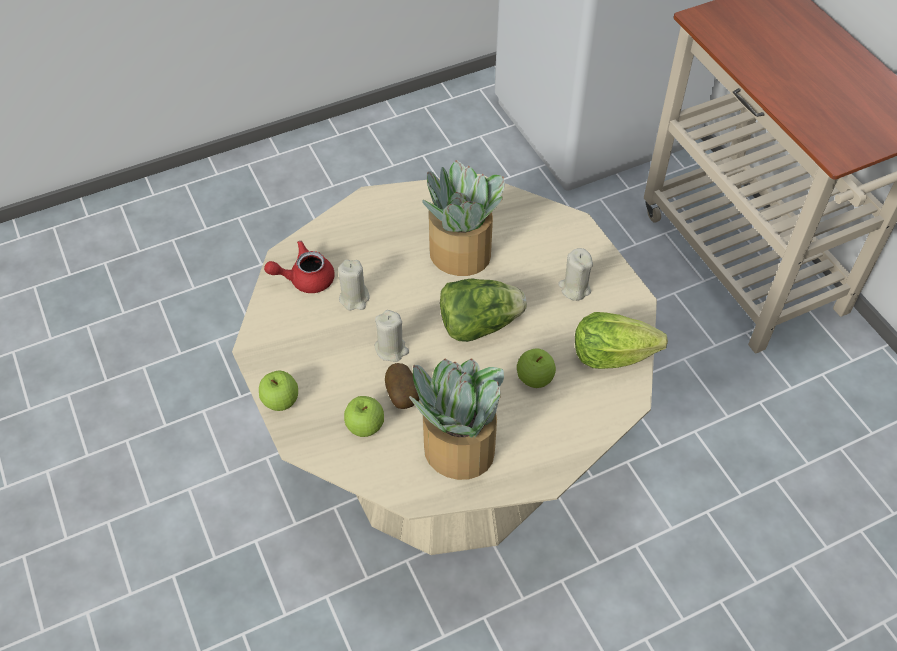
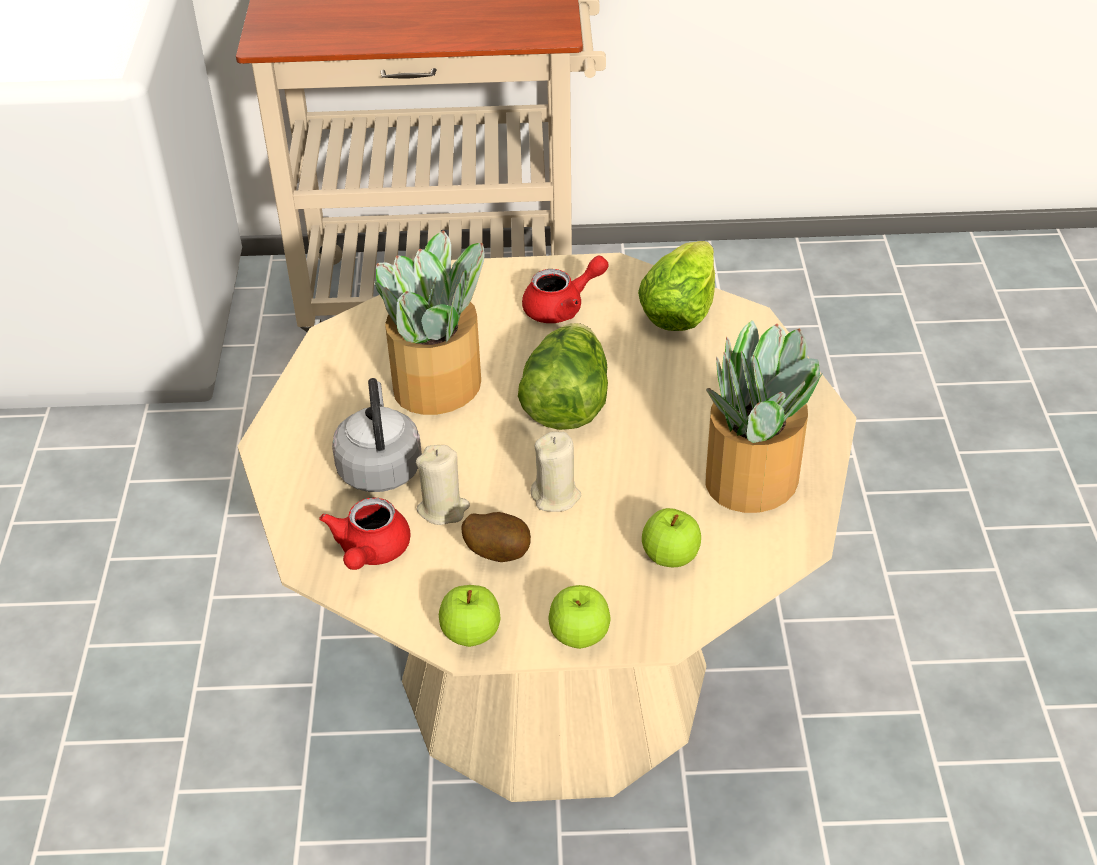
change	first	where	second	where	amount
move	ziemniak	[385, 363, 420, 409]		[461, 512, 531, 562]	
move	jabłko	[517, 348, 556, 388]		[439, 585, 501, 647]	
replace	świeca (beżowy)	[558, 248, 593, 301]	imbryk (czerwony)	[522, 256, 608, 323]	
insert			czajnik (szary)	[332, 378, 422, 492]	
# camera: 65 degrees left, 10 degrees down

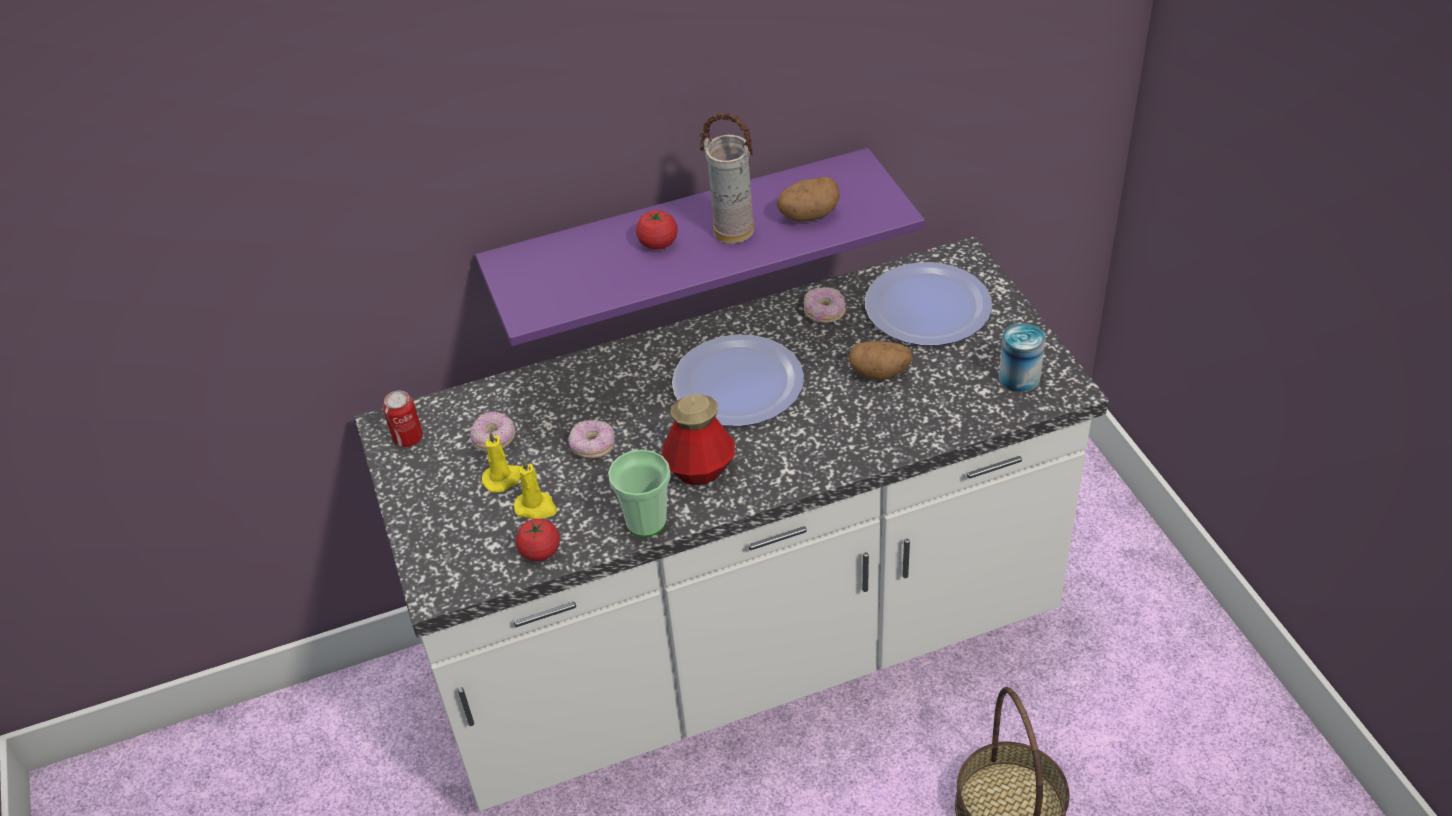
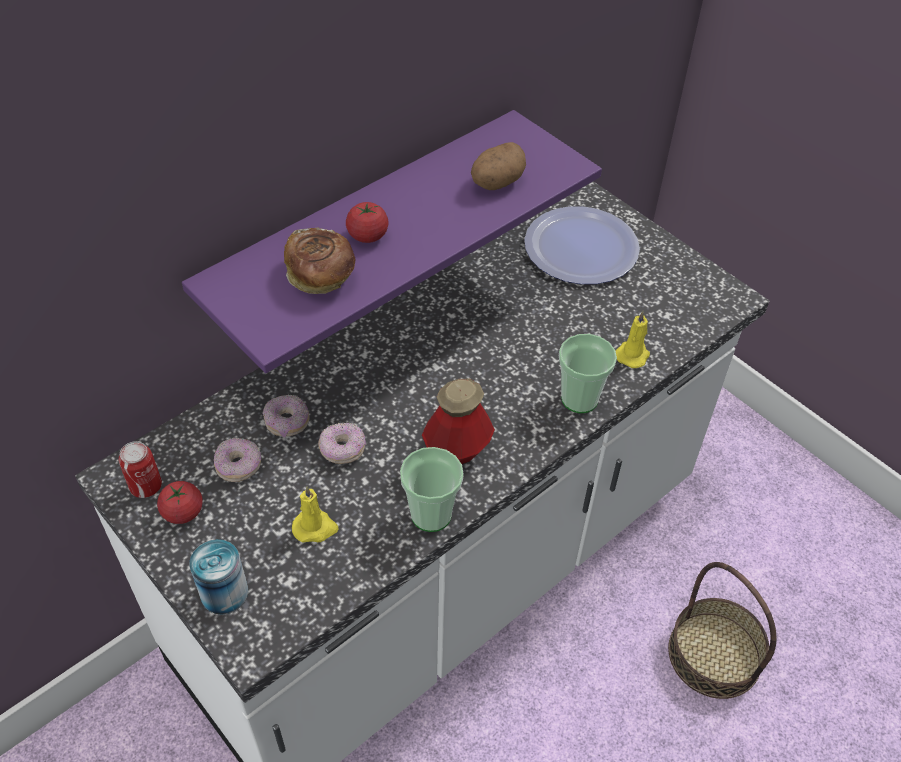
change	first	where	second	where	amount
move	świeca (żółty)	[482, 430, 521, 493]		[616, 311, 650, 368]	
move	pomidor	[515, 519, 560, 561]		[157, 481, 203, 524]	
delete	talerz	[672, 334, 804, 426]			
delete	wazon	[700, 113, 754, 244]			
move	donut	[804, 287, 846, 323]		[263, 395, 309, 437]	
delete	ziemniak	[849, 341, 913, 380]			
move	puszka	[999, 323, 1046, 392]		[189, 539, 248, 614]	
insert			chleb	[284, 228, 355, 294]	
insert			filiżanka	[559, 334, 617, 413]	
# camera: 25 degrees left, 5 degrees up

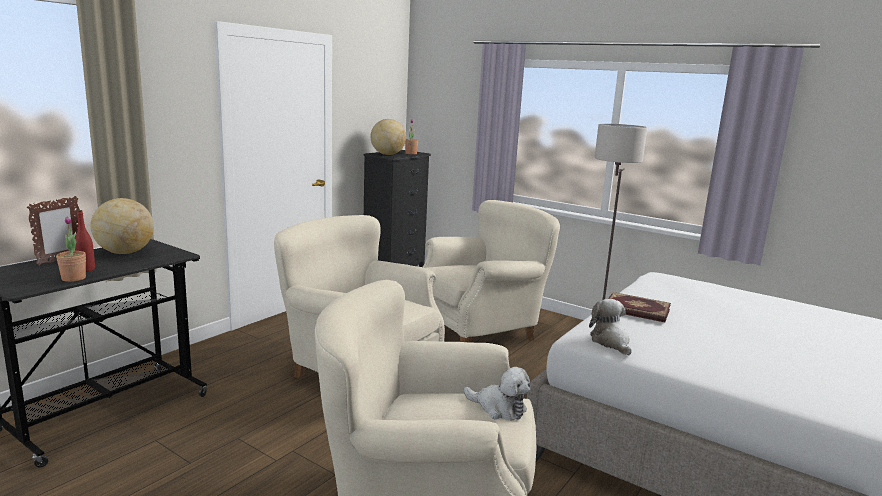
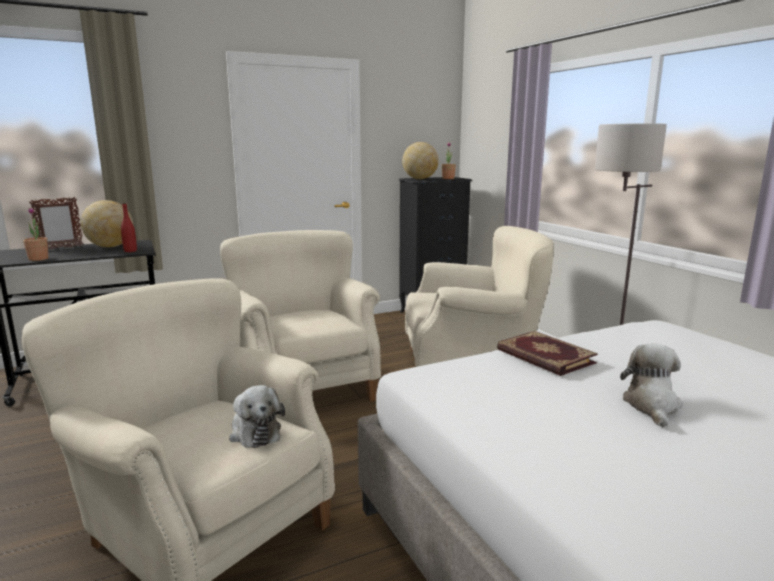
change	first	where	second	where	amount
move	butelka (czerwony)	[75, 210, 95, 272]		[121, 203, 137, 252]	
move	pluszak	[589, 299, 632, 356]		[620, 344, 683, 427]	
# camera: 30 degrees right, 0 degrees up

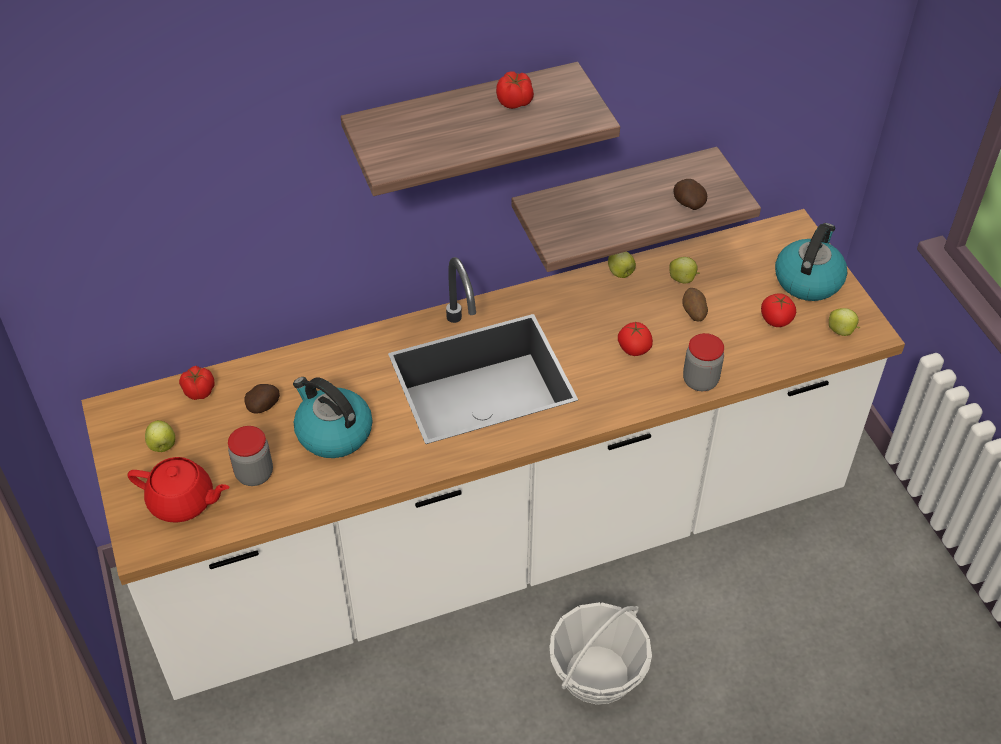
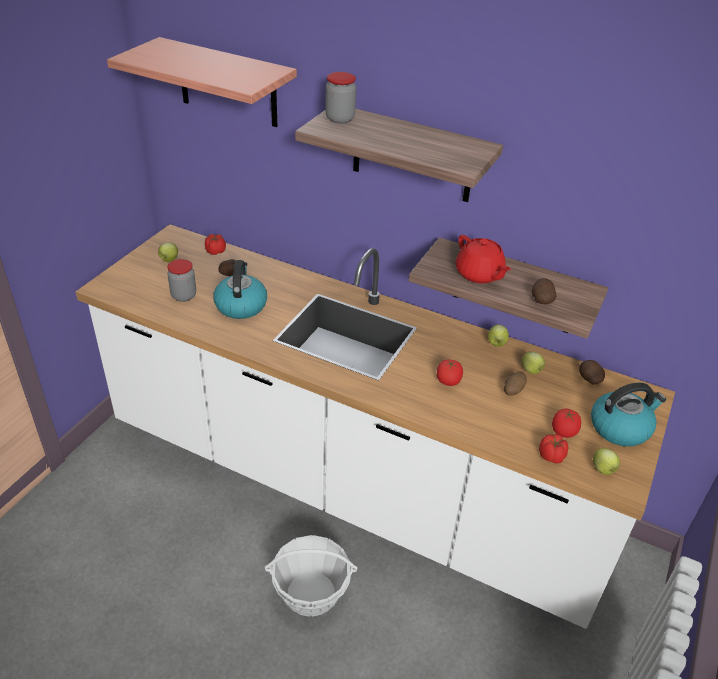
change	first	where	second	where	amount
move	imbryk (czerwony)	[128, 457, 229, 523]		[456, 235, 512, 284]	
move	pomidor	[496, 71, 534, 109]		[539, 434, 568, 463]	
move	słoik	[683, 333, 724, 391]		[325, 72, 356, 124]	
insert			półka	[107, 37, 297, 127]	
insert			ziemniak	[579, 360, 605, 385]	
# camera: 45 degrees right, 10 degrees down

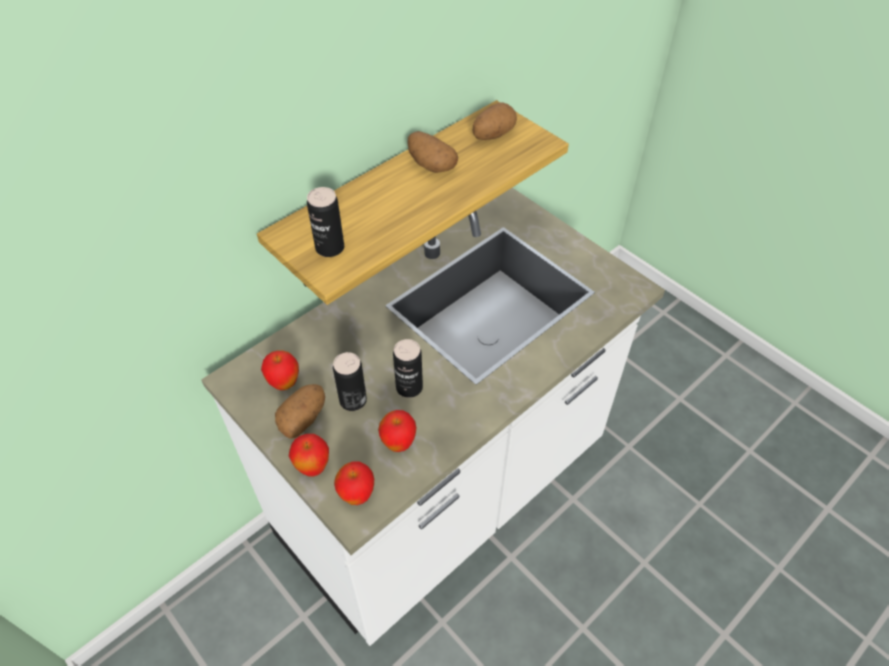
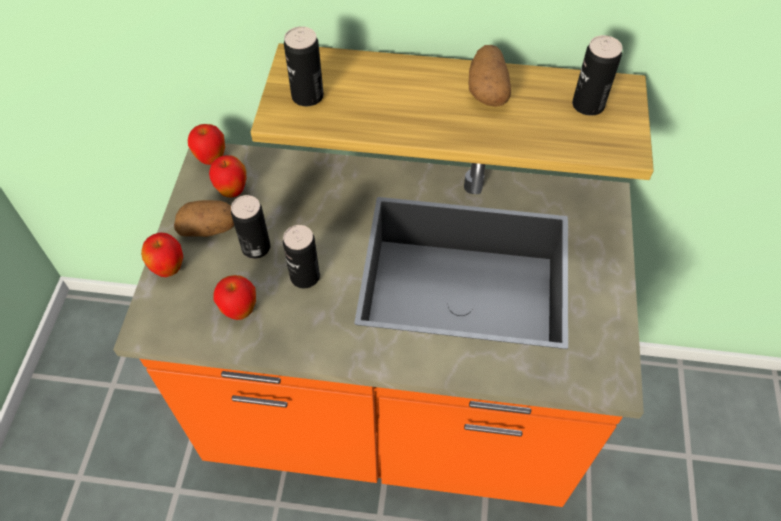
change	first	where	second	where	amount
recolor	zabudowa kuchenna (biały)	[201, 188, 665, 646]	zabudowa kuchenna (pomarańczowy)	[113, 143, 644, 507]	
move	jabłko	[334, 462, 374, 505]		[188, 124, 225, 165]	
replace	ziemniak	[473, 102, 517, 140]	puszka	[572, 35, 622, 116]	
# camera: 50 degrees right, 5 degrees up

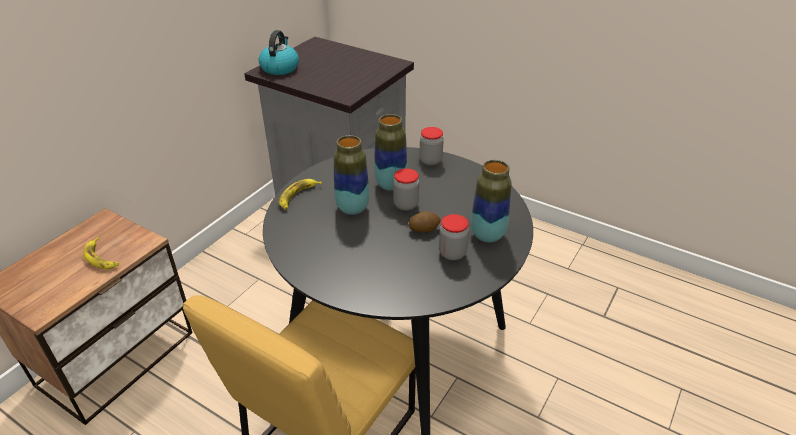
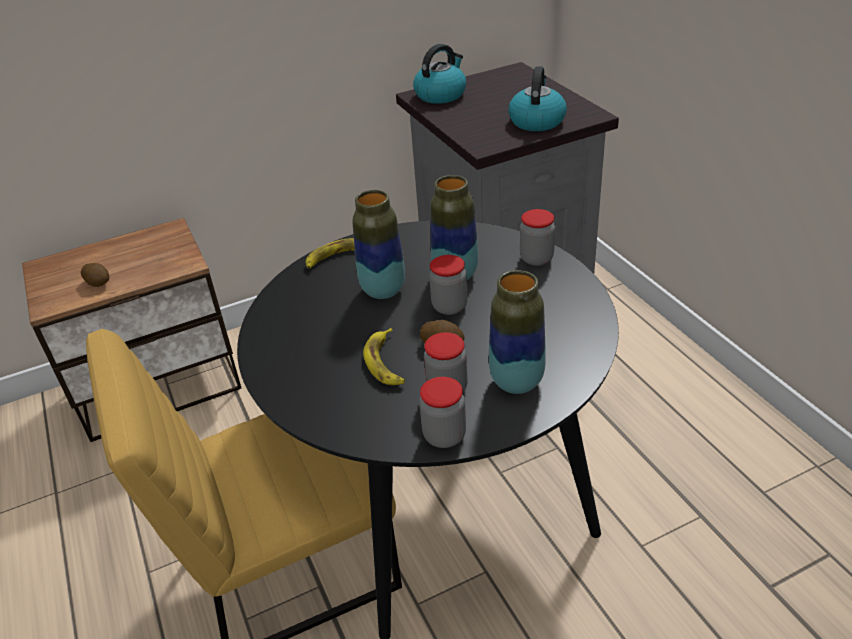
change	first	where	second	where	amount
move	banan	[83, 237, 119, 269]		[363, 328, 405, 385]	
insert			ziemniak	[81, 263, 109, 287]	
insert			słoik	[419, 377, 466, 448]	
insert			czajnik	[508, 66, 567, 131]	
# camera: 35 degrees right, 0 degrees up

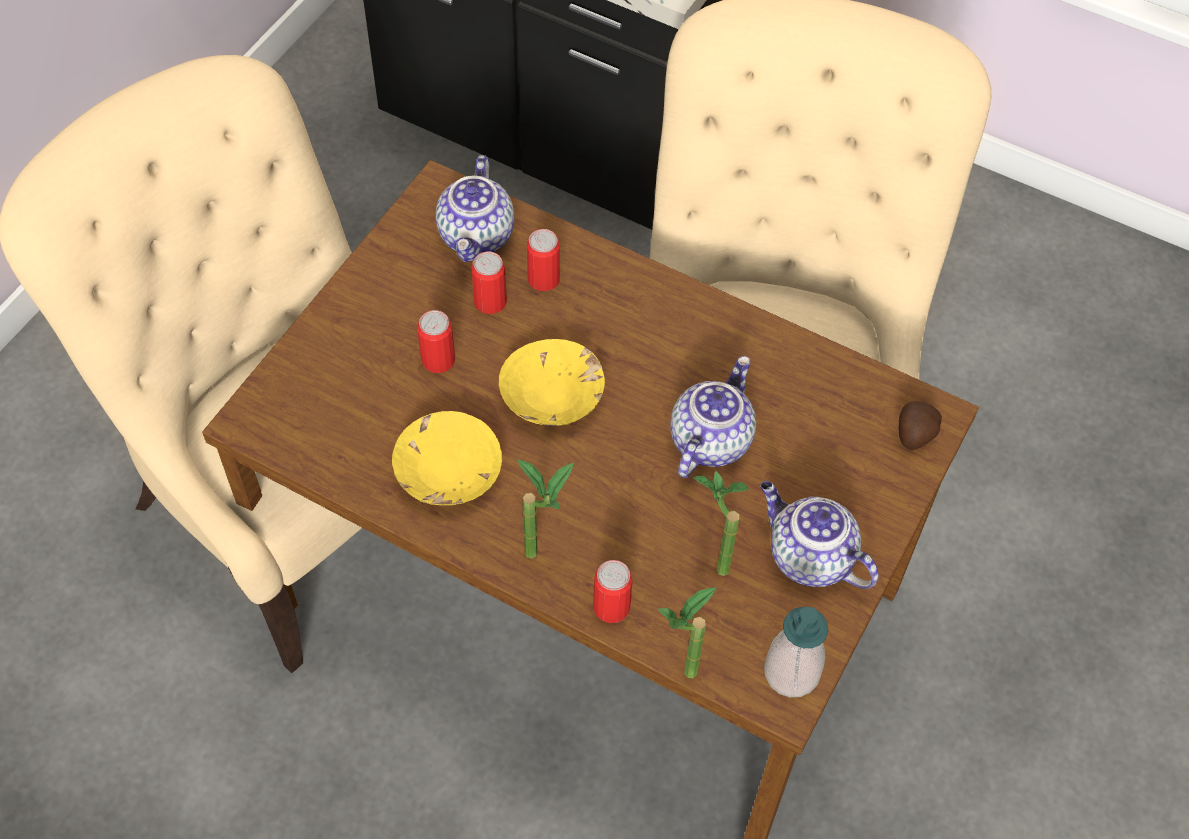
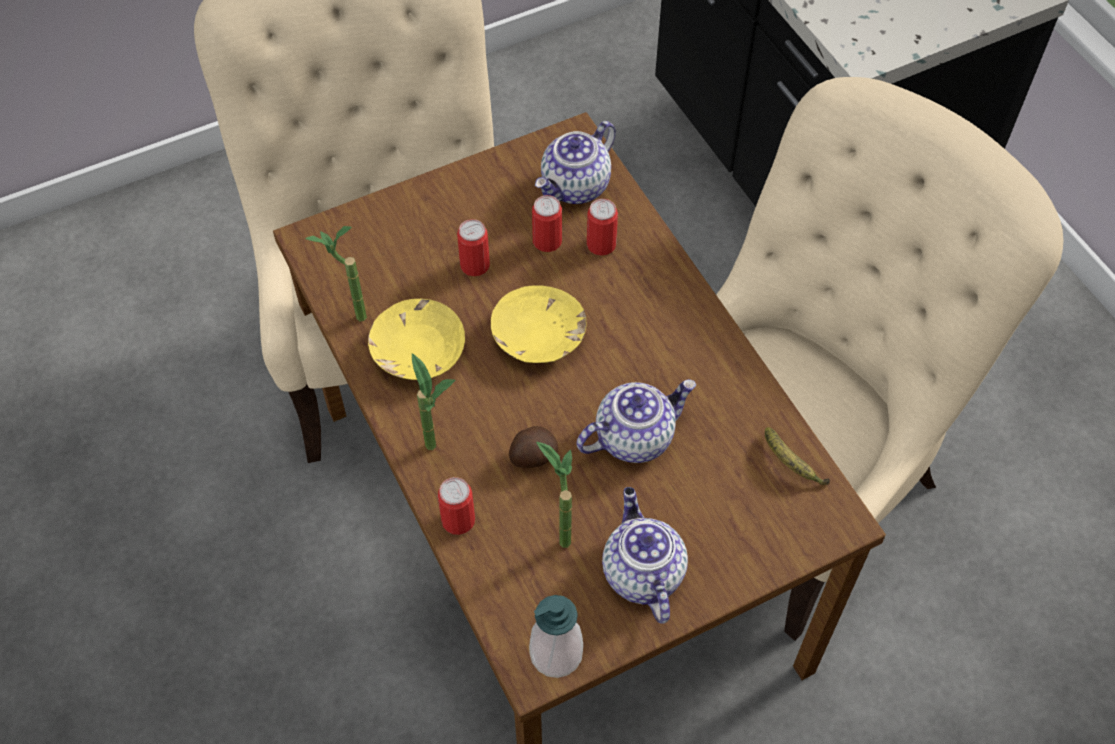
change	first	where	second	where	amount
move	roślina doniczkowa	[658, 587, 717, 678]		[305, 226, 367, 322]	
move	ziemniak	[898, 401, 942, 450]		[509, 426, 558, 468]	
insert			banan	[765, 427, 830, 485]	
# camera: 35 degrees right, 0 degrees up

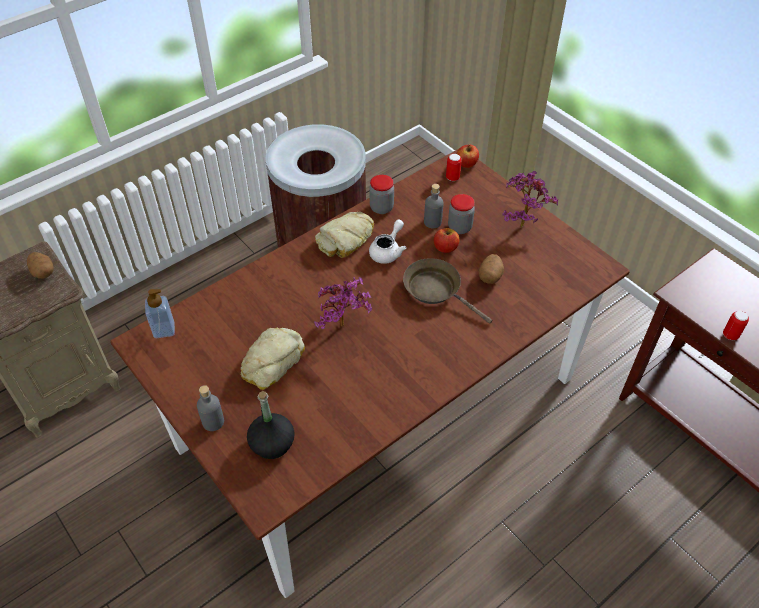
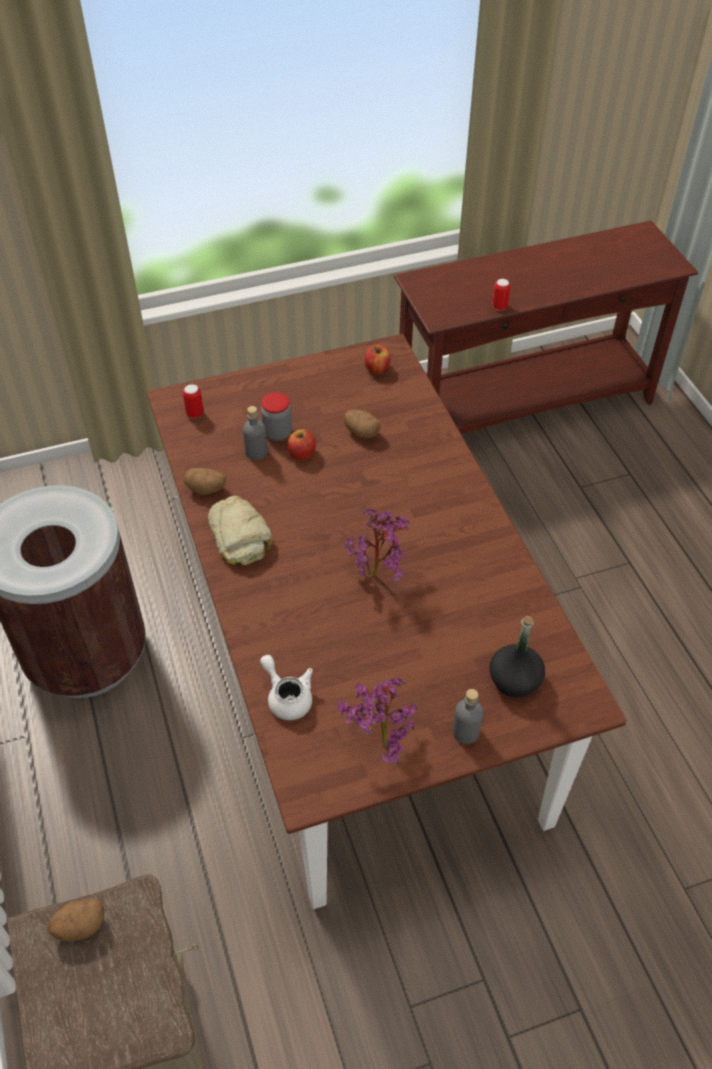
change	first	where	second	where	amount
delete	dozownik mydła	[145, 289, 175, 338]			
delete	chleb	[241, 327, 305, 390]			
replace	słoik	[369, 175, 394, 214]	ziemniak	[184, 468, 226, 495]	
move	imbryk (biały)	[369, 219, 406, 264]		[260, 655, 313, 720]	
delete	patelnia (brązowy)	[403, 258, 493, 323]			
move	jabłko	[456, 145, 479, 168]		[364, 345, 391, 374]	
move	roślina doniczkowa	[502, 171, 558, 228]		[338, 678, 417, 763]	
# camera: 70 degrees left, 0 degrees up

